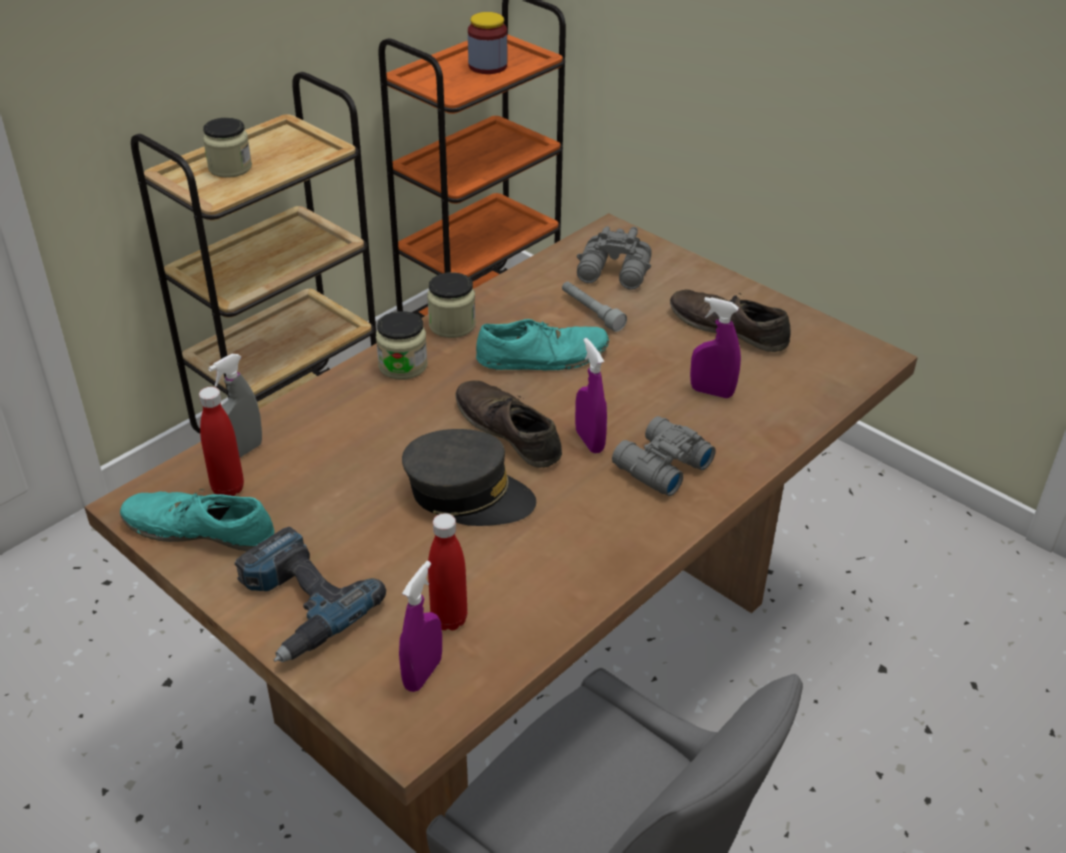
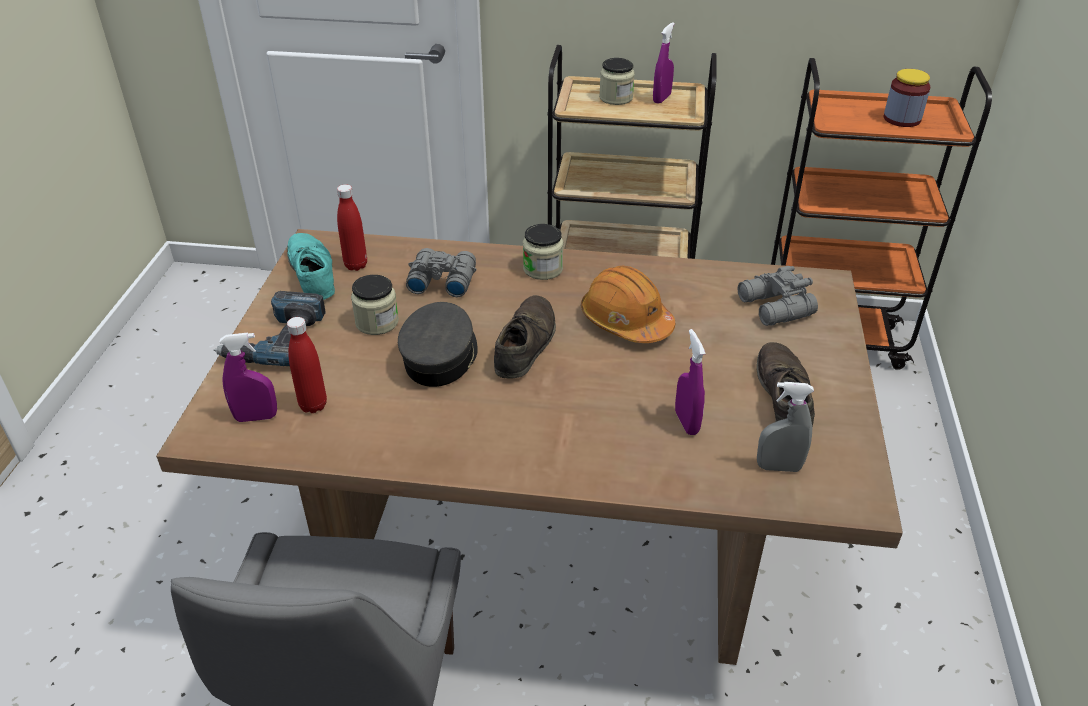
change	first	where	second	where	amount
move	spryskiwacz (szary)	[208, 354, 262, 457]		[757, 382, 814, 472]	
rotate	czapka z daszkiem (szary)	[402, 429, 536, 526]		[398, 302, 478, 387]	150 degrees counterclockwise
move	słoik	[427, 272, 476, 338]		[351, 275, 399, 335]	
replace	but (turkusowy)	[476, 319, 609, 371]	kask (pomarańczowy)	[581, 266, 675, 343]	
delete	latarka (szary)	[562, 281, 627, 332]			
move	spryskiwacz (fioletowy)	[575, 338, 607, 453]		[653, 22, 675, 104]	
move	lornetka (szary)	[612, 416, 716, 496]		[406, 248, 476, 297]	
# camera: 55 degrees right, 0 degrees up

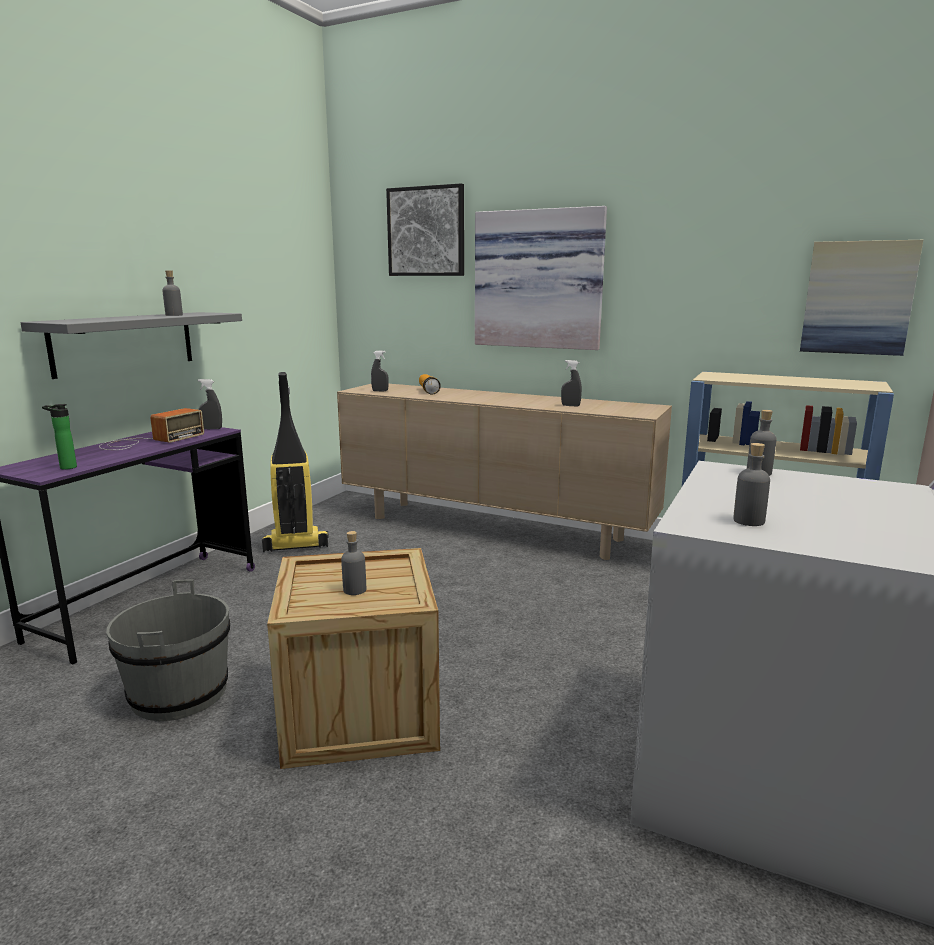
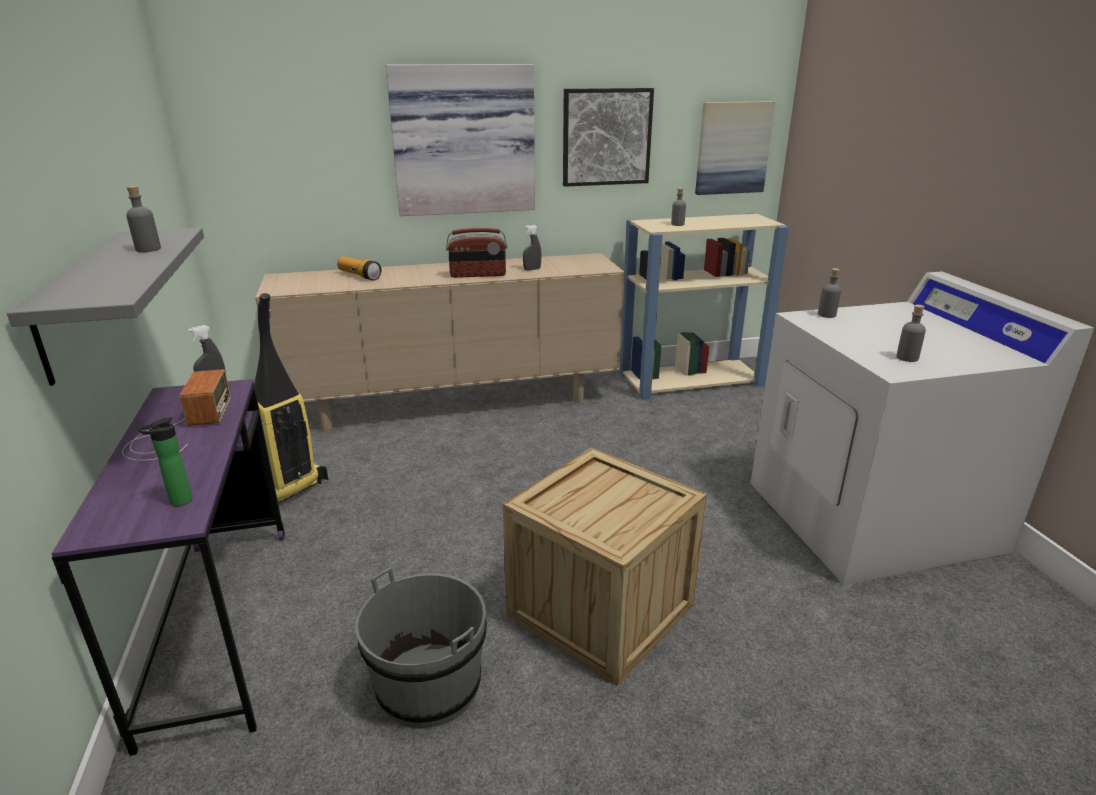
change	first	where	second	where	amount
move	butelka (szary)	[341, 531, 366, 595]		[671, 188, 686, 226]	
delete	spryskiwacz (szary)	[371, 351, 389, 392]			
move	obraz	[386, 184, 464, 276]		[563, 88, 654, 187]	
insert			radio	[446, 228, 507, 278]	
# camera: 40 degrees left, 10 degrees up

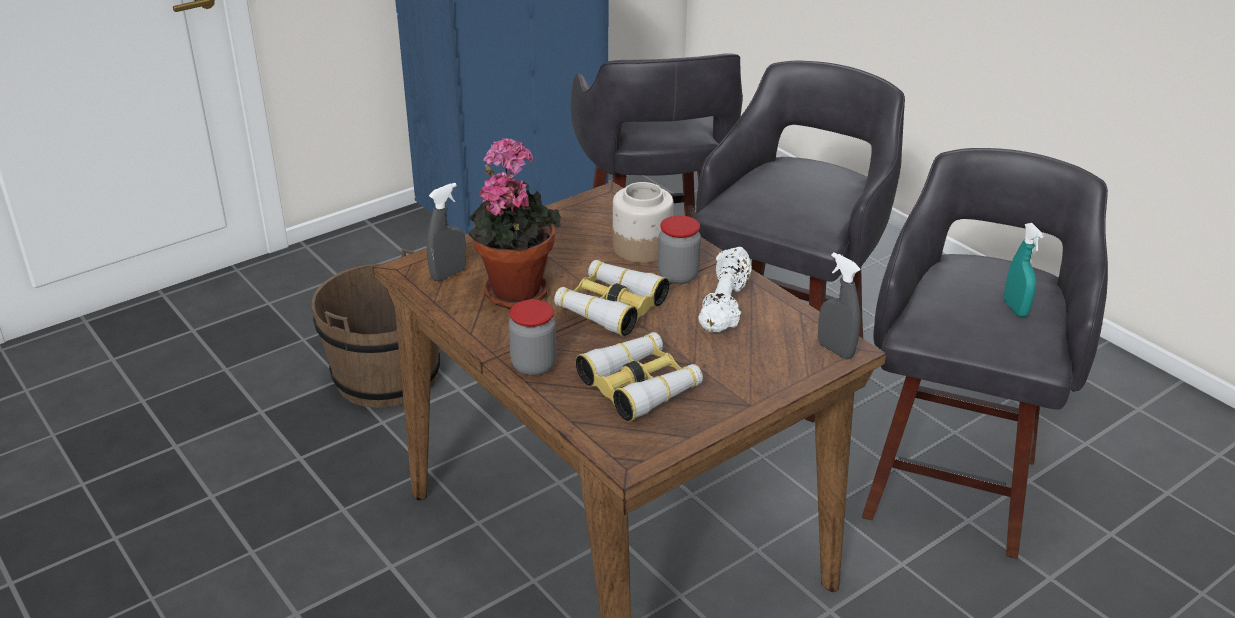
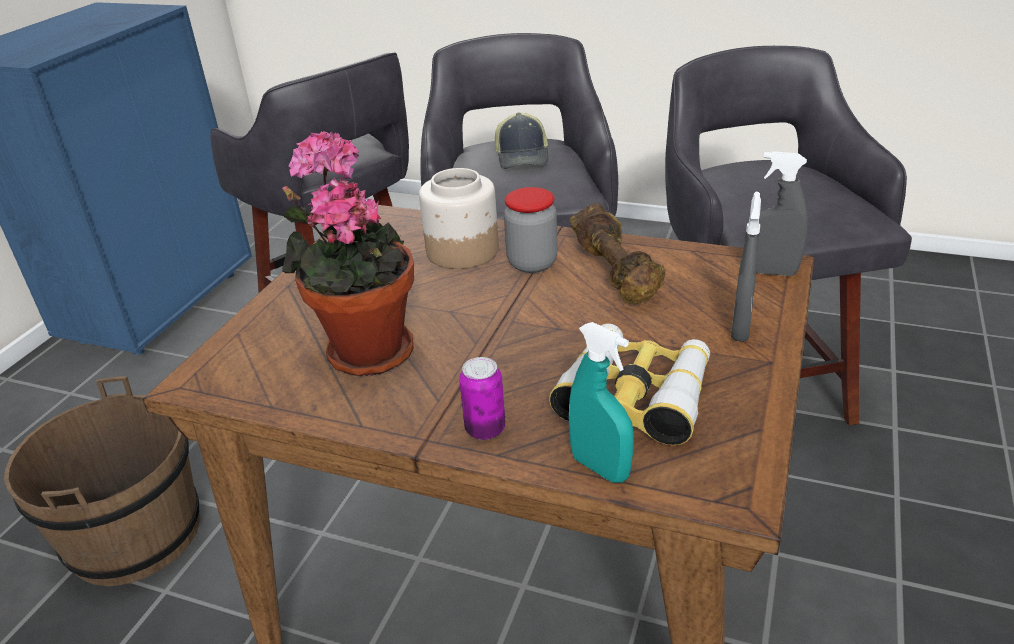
change	first	where	second	where	amount
move	spryskiwacz (szary)	[427, 183, 466, 281]		[731, 192, 761, 342]	
replace	słoik	[509, 300, 557, 376]	puszka	[459, 357, 506, 440]	
delete	lornetka	[554, 260, 669, 337]			
recolor	hantel (biały)	[698, 247, 752, 332]	hantel (brązowy)	[570, 203, 666, 304]	
move	spryskiwacz (turkusowy)	[1004, 223, 1044, 317]		[569, 322, 634, 483]	
insert			czapka z daszkiem	[495, 112, 548, 169]	
# camera: 30 degrees left, 0 degrees up

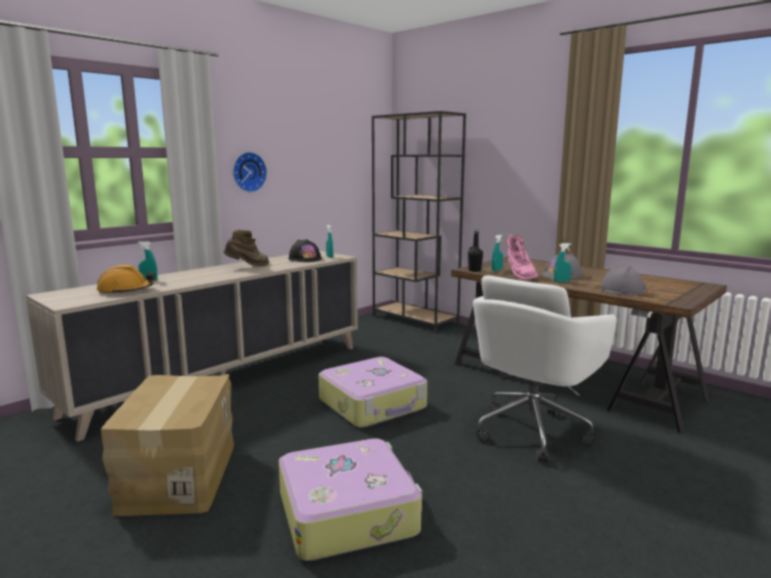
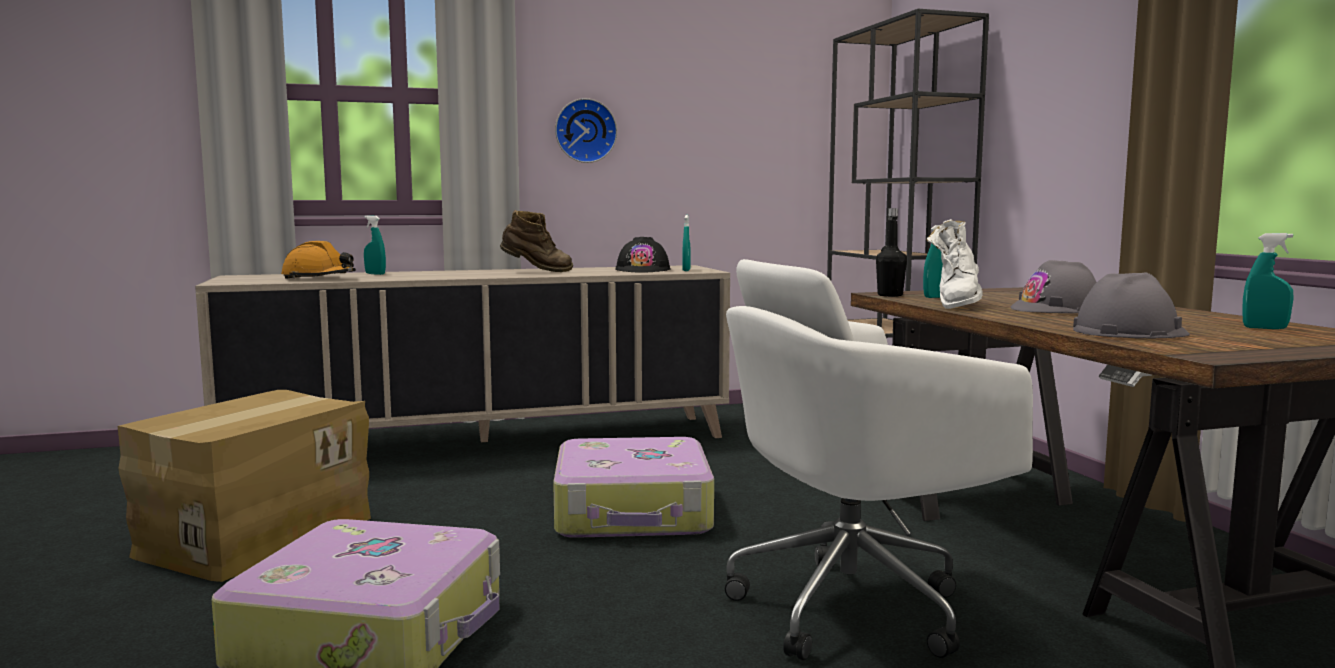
change	first	where	second	where	amount
recolor	but z cholewką (różowy)	[506, 234, 538, 280]	but z cholewką (biały)	[926, 219, 983, 309]	
move	spryskiwacz (turkusowy)	[554, 243, 571, 282]		[1242, 233, 1294, 329]	
# camera: 30 degrees right, 5 degrees down

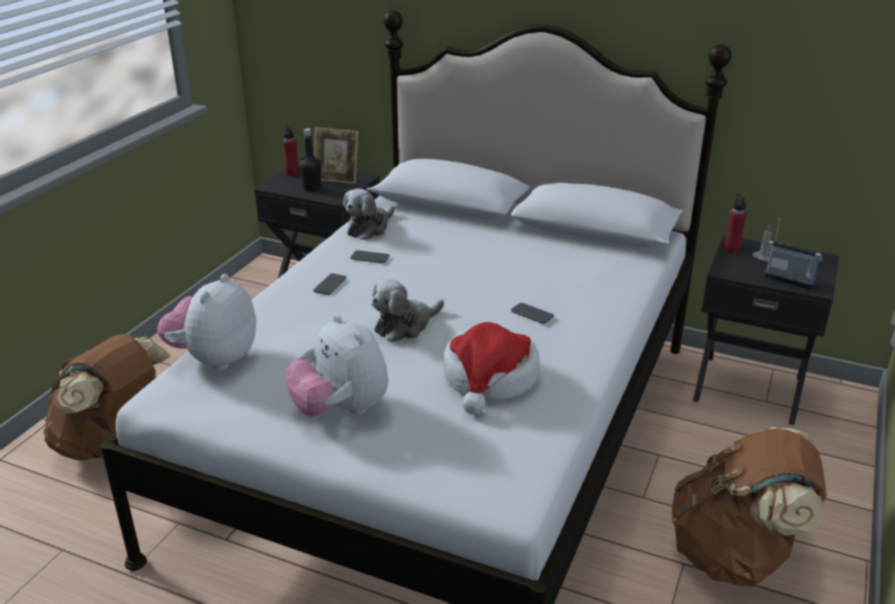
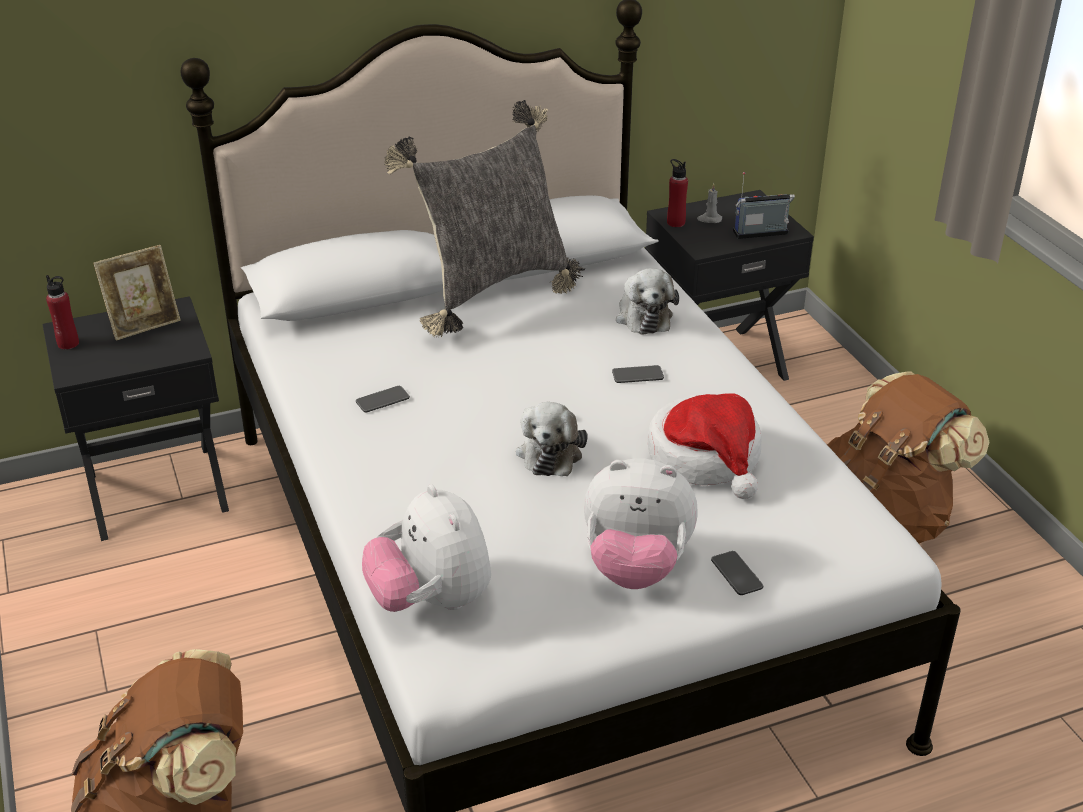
change	first	where	second	where	amount
delete	butelka (czarny)	[299, 128, 321, 191]			
move	telefon	[313, 273, 347, 295]		[711, 551, 764, 595]	
move	pluszak	[343, 189, 395, 240]		[616, 268, 679, 335]	
insert			poduszka	[384, 100, 585, 337]	
# camera: 45 degrees left, 5 degrees up

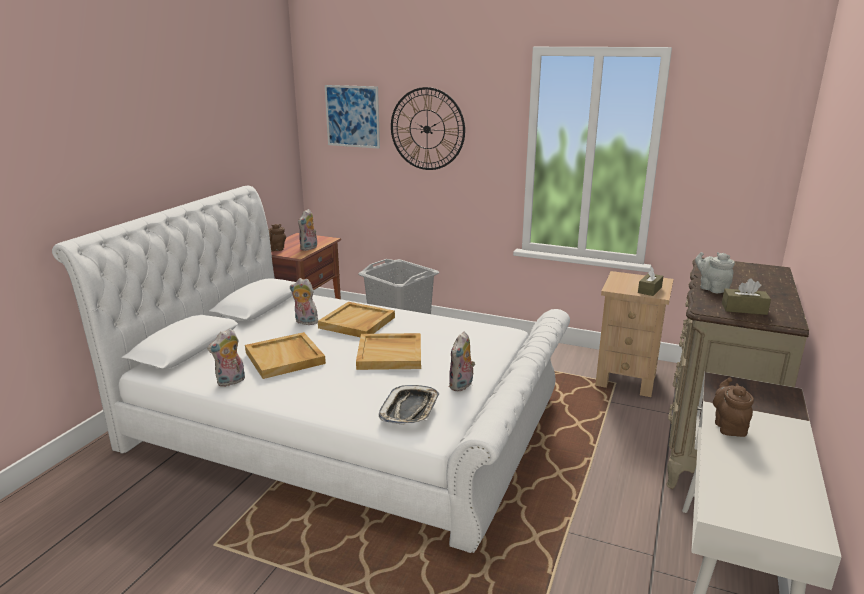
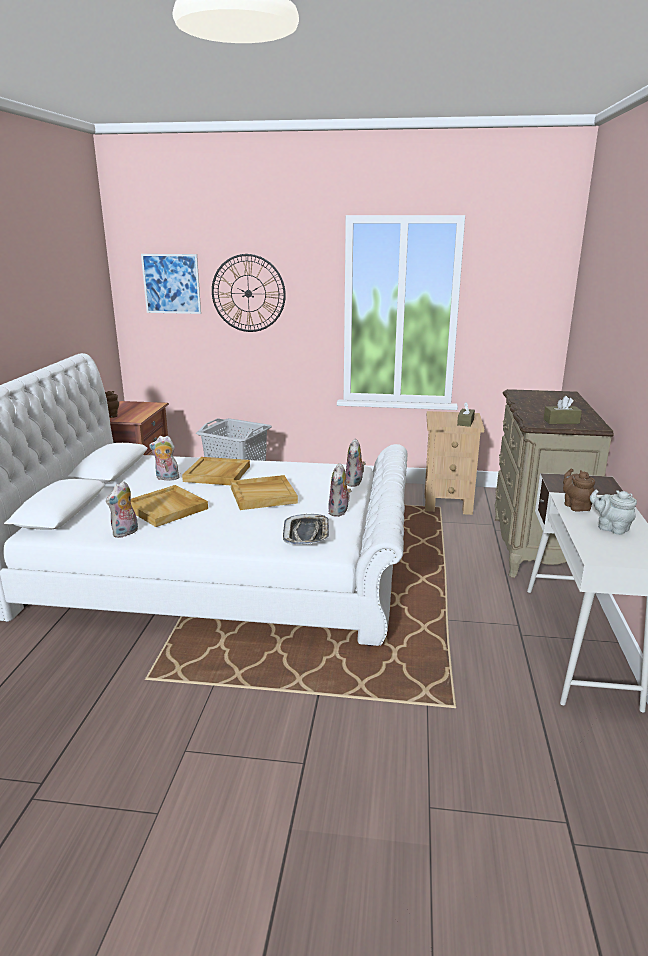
change	first	where	second	where	amount
move	pluszak	[298, 209, 317, 251]		[345, 438, 366, 487]	
move	imbryk (szary)	[695, 252, 735, 293]		[590, 490, 637, 535]	
# camera: 15 degrees left, 0 degrees up

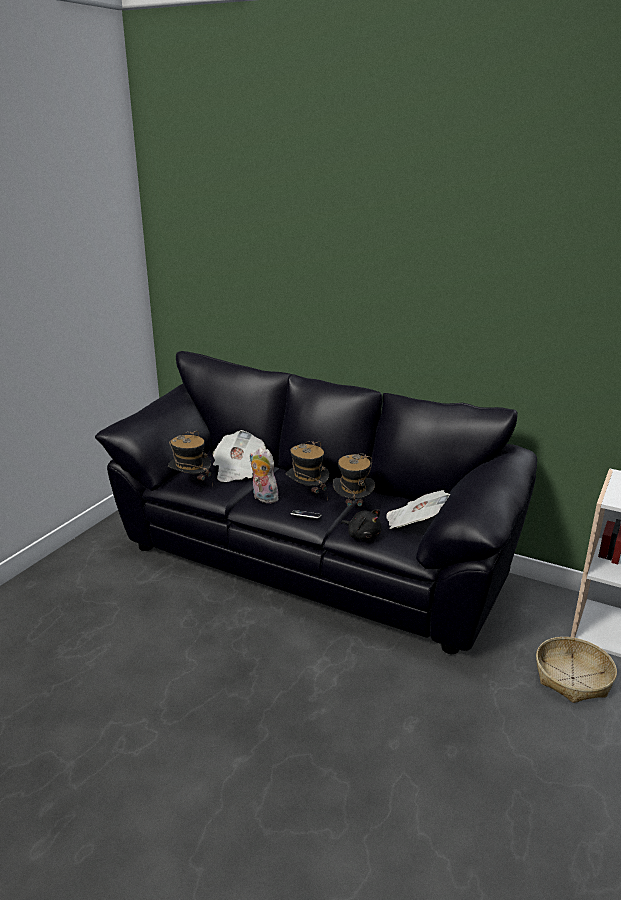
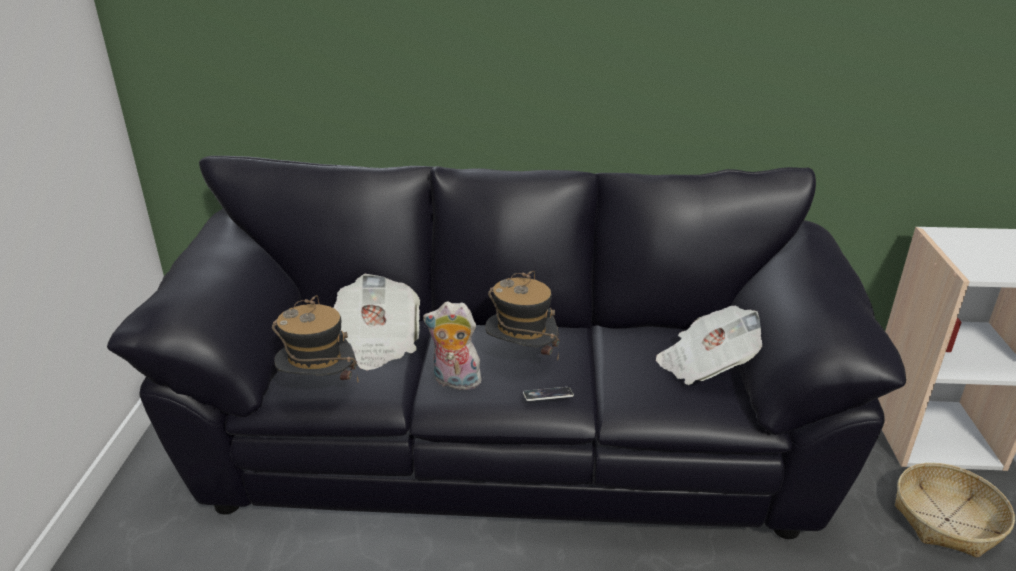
change	first	where	second	where	amount
delete	kapelusz	[333, 453, 375, 509]			
delete	pluszak (czarny)	[341, 509, 382, 540]			
# camera: 25 degrees left, 5 degrees up

